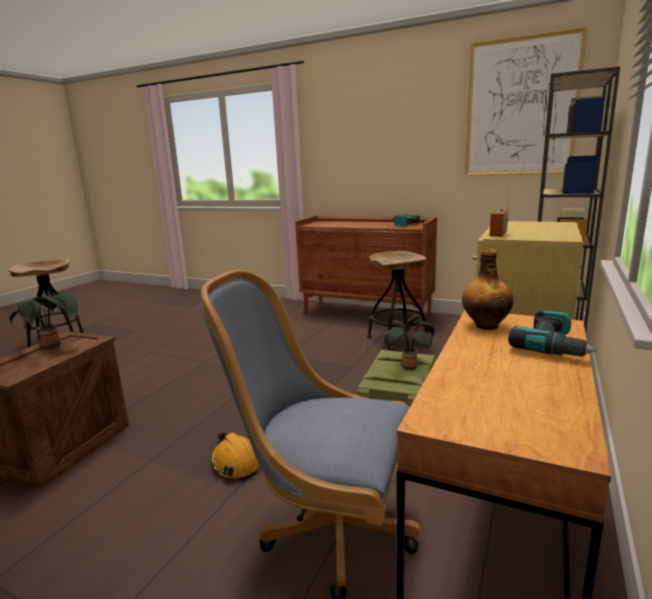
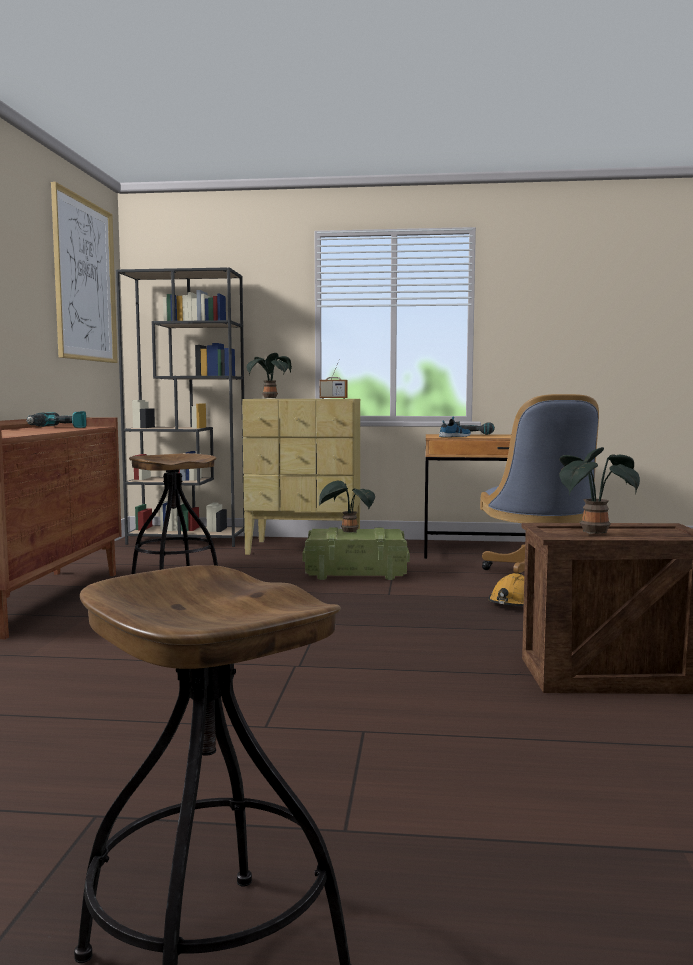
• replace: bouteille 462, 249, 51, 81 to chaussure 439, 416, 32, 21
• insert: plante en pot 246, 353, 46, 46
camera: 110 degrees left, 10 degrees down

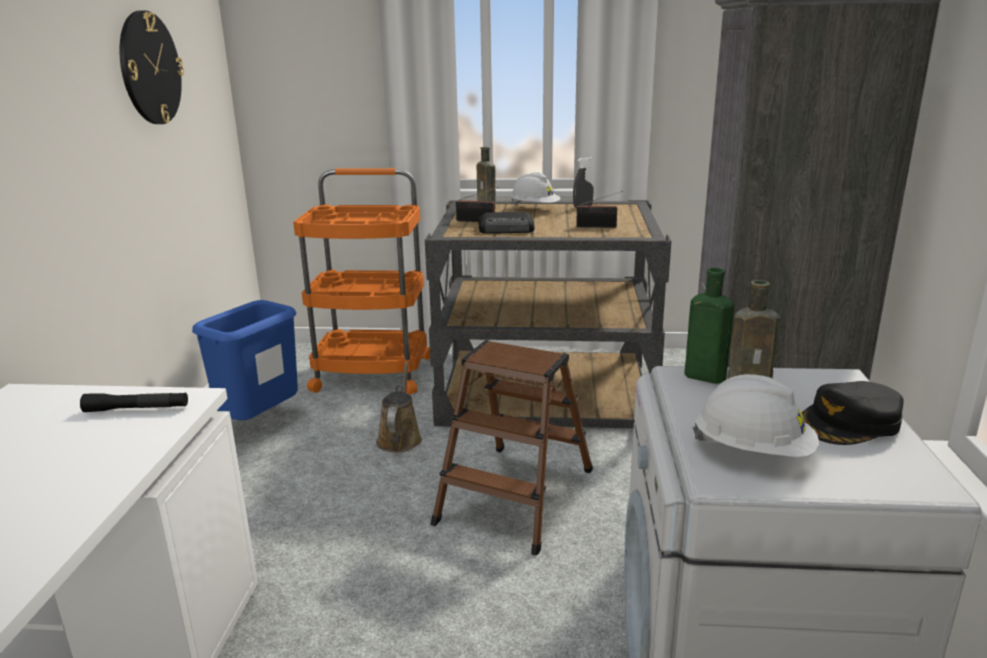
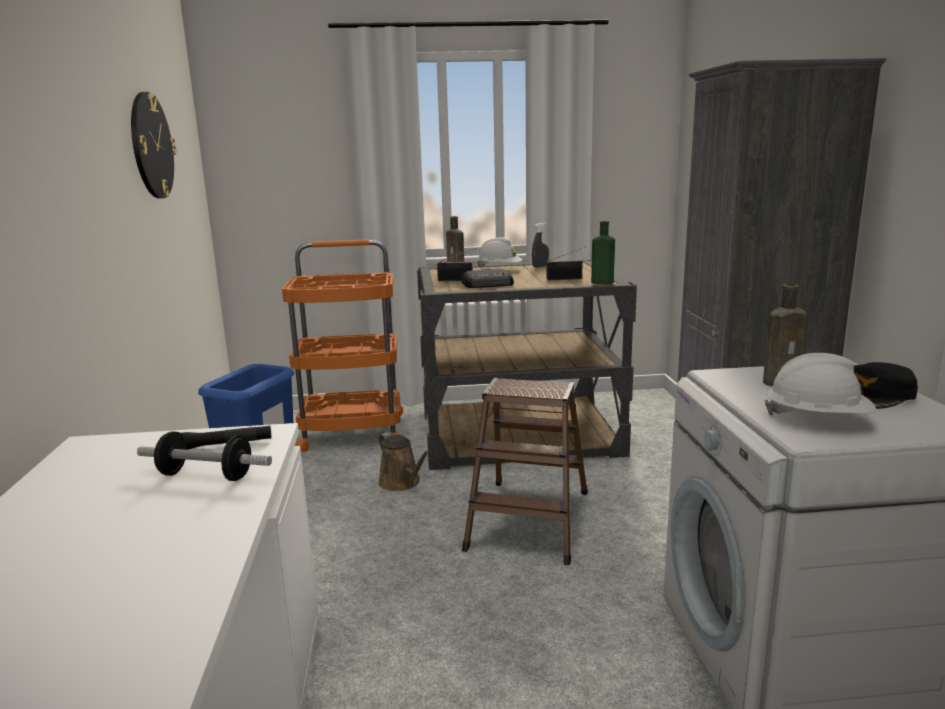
• move: bouteille/vert 684, 268, 50, 116 to 591, 221, 24, 63
• rotate: arrosoir/marron 376, 361, 46, 92 = 378, 432, 53, 59 150 degrees clockwise
• insert: haltère 137, 431, 135, 50
camera: 10 degrees left, 5 degrees down

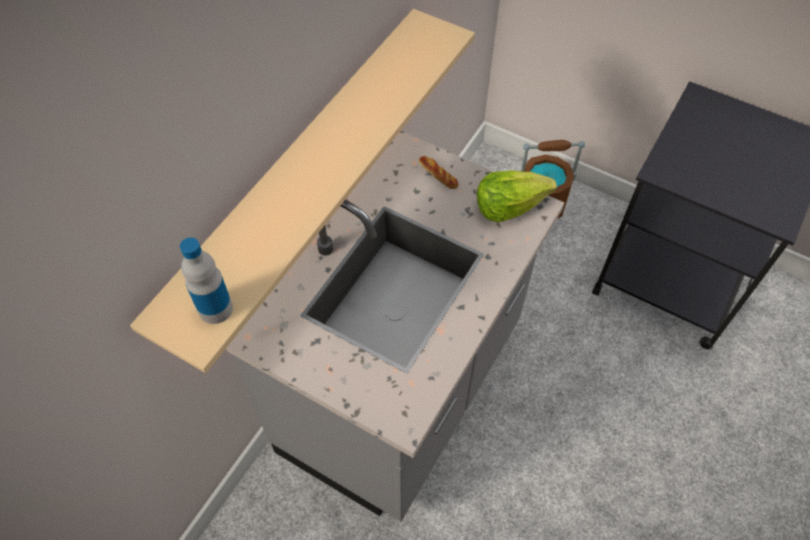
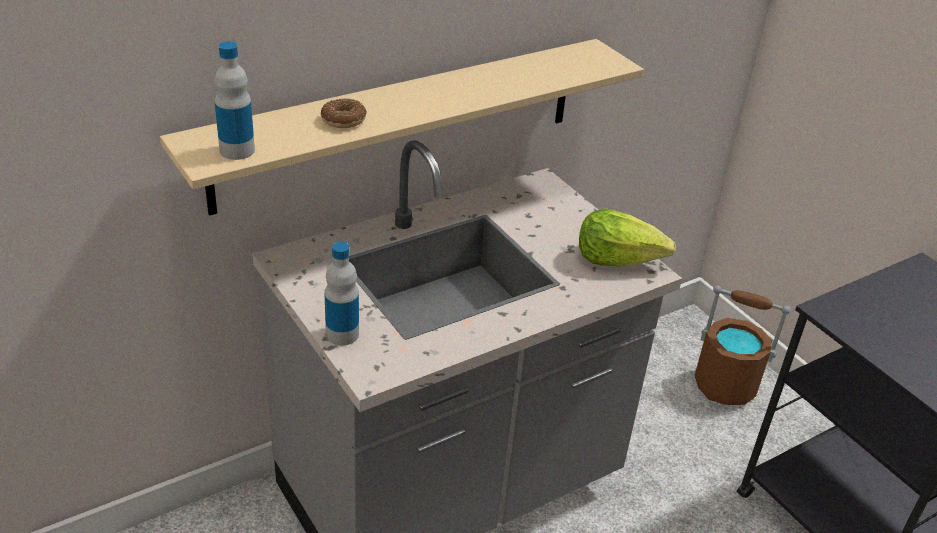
• delete: pain 418, 156, 41, 33
• insert: beignet 321, 98, 46, 30
• insert: bouteille 325, 241, 34, 104
camera: 25 degrees right, 20 degrees down

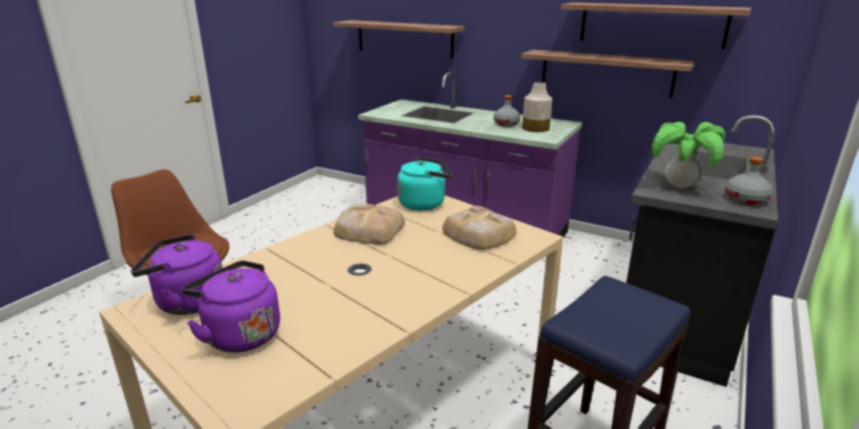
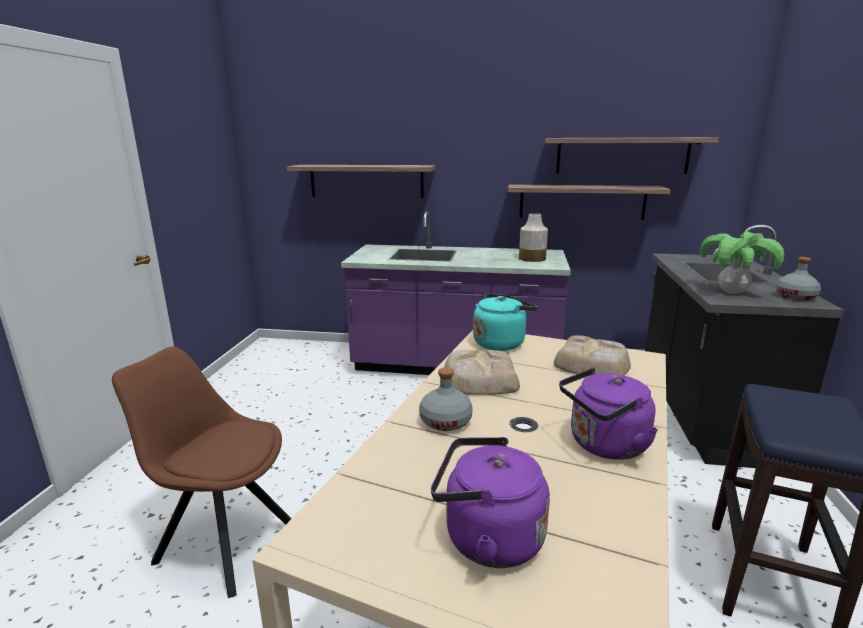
• move: bouteille/gris 493, 95, 27, 32 to 419, 367, 54, 64
• move: bouilloire/violet 131, 234, 92, 81 to 559, 368, 99, 92
camera: 20 degrees left, 5 degrees down

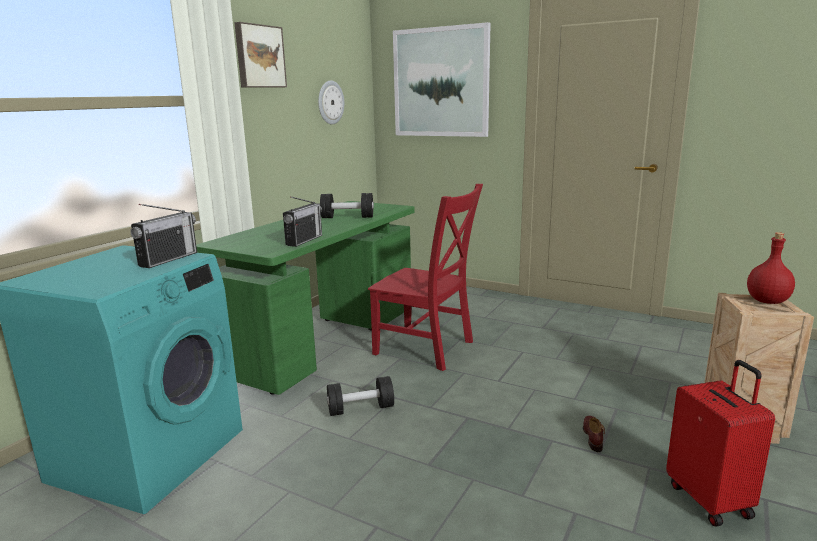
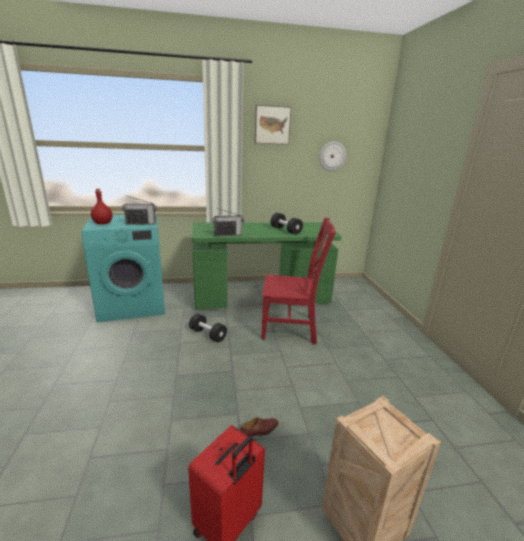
• delete: tableau 393, 22, 98, 115
• rotate: chaise/rouge 368, 184, 115, 187 = 261, 218, 75, 126 75 degrees counterclockwise
• move: bouteille/rouge 747, 232, 48, 72 to 91, 188, 22, 36
camera: 50 degrees right, 5 degrees up

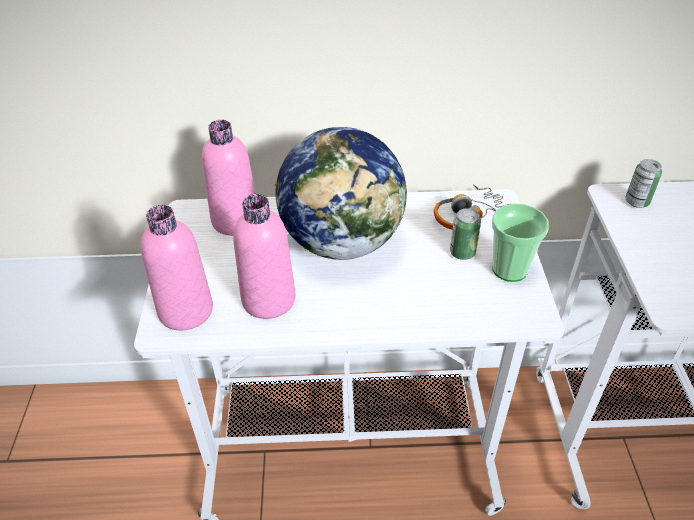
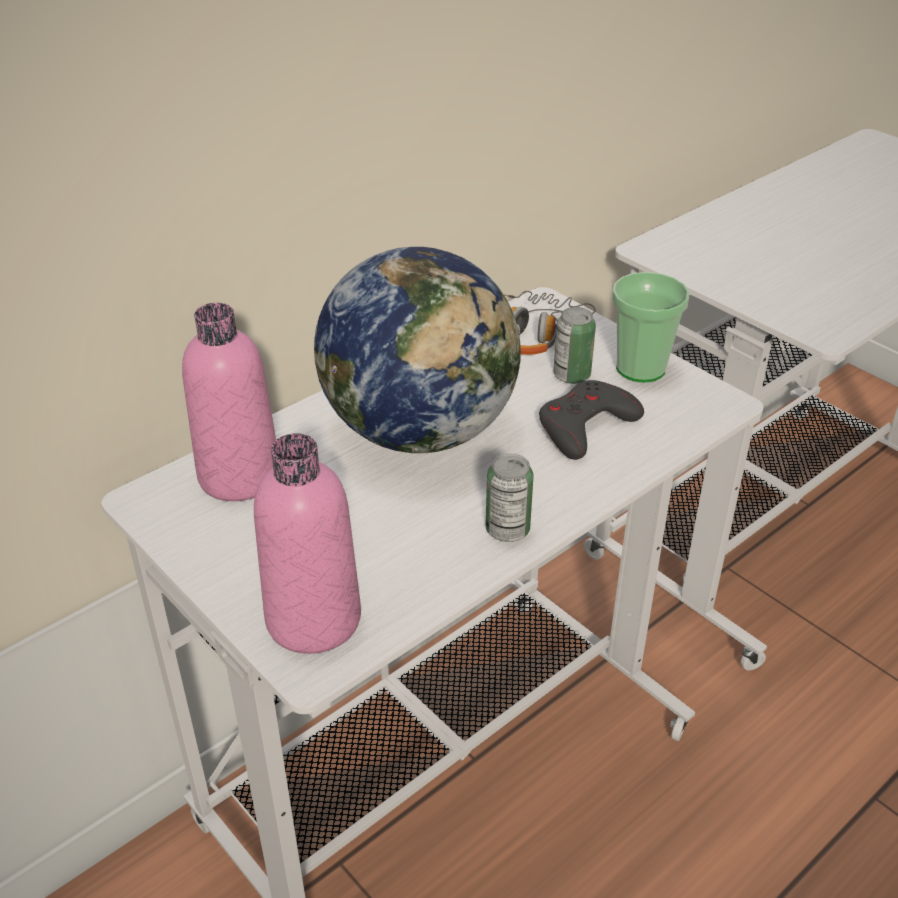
• move: boîte métallique 626, 159, 36, 49 to 486, 453, 47, 89
• delete: bouteille/rose 233, 194, 63, 125
• insert: manette/gris 539, 380, 105, 80
camera: 40 degrees left, 5 degrees down

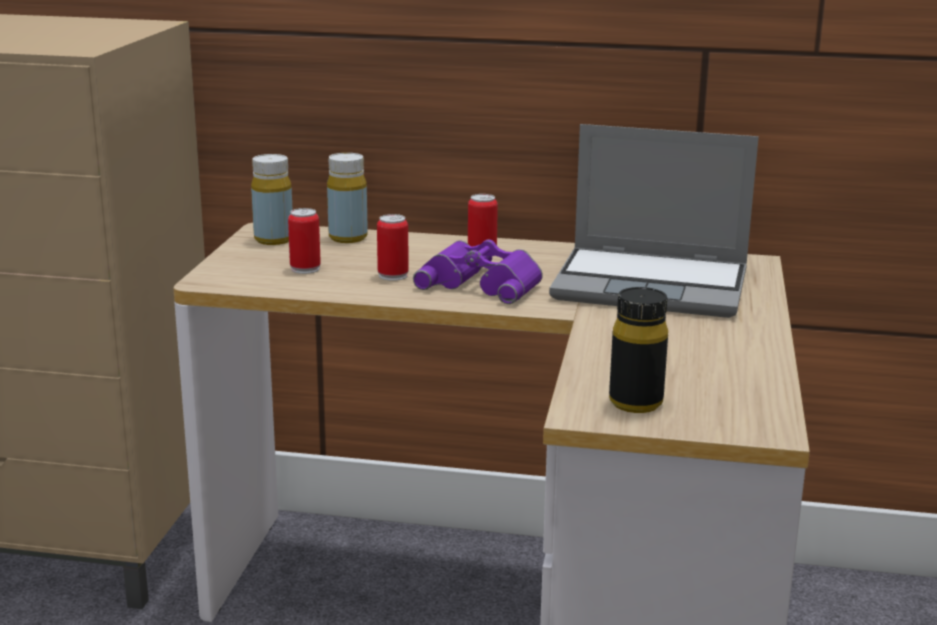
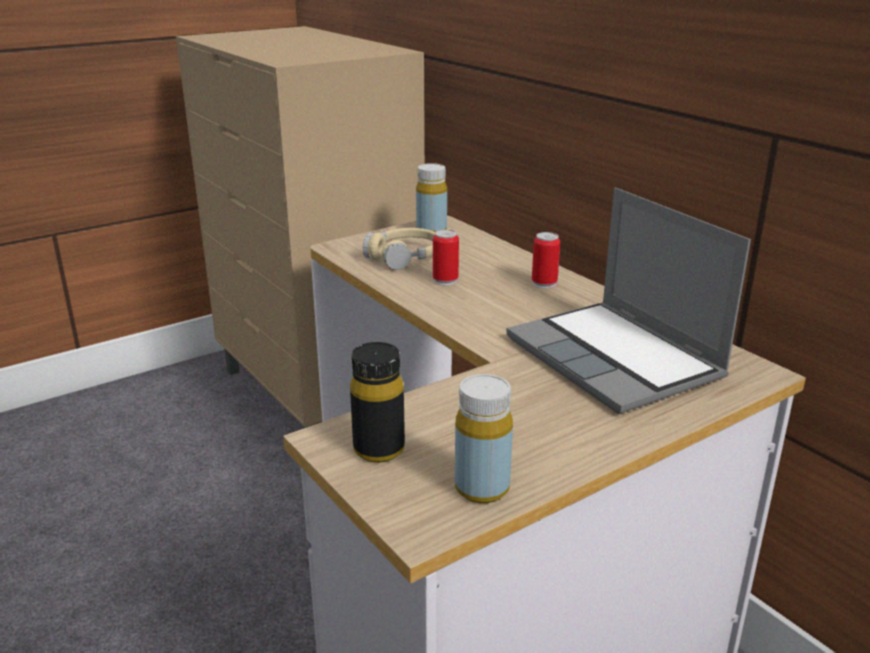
• move: bouteille/jaune 327, 153, 41, 90 to 455, 374, 58, 129
• replace: boîte métallique 288, 208, 33, 66 to casque audio/beige 363, 228, 72, 42
• delete: jumelles/violet 413, 239, 130, 65
camera: 45 degrees right, 5 degrees up

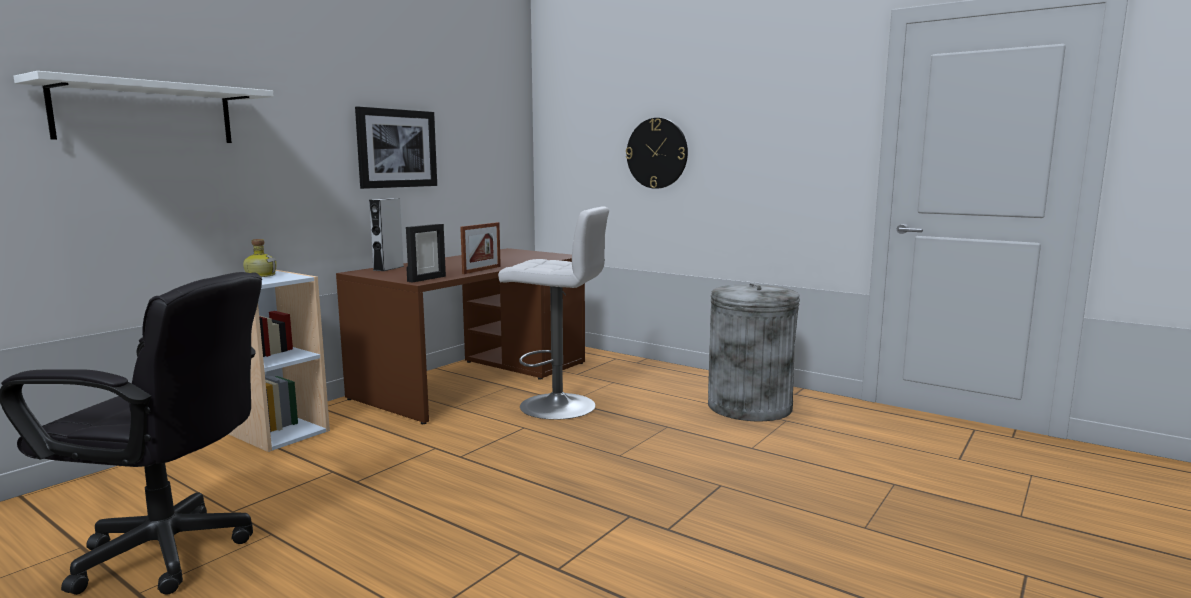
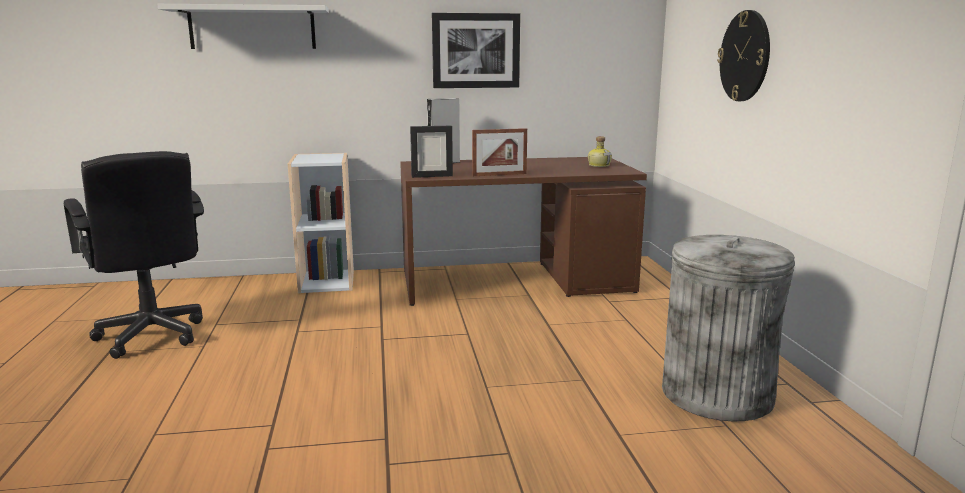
• delete: tabouret/blanc 498, 206, 111, 214
• move: bouteille 243, 239, 34, 38 to 588, 136, 24, 31
camera: 45 degrees right, 5 degrees up

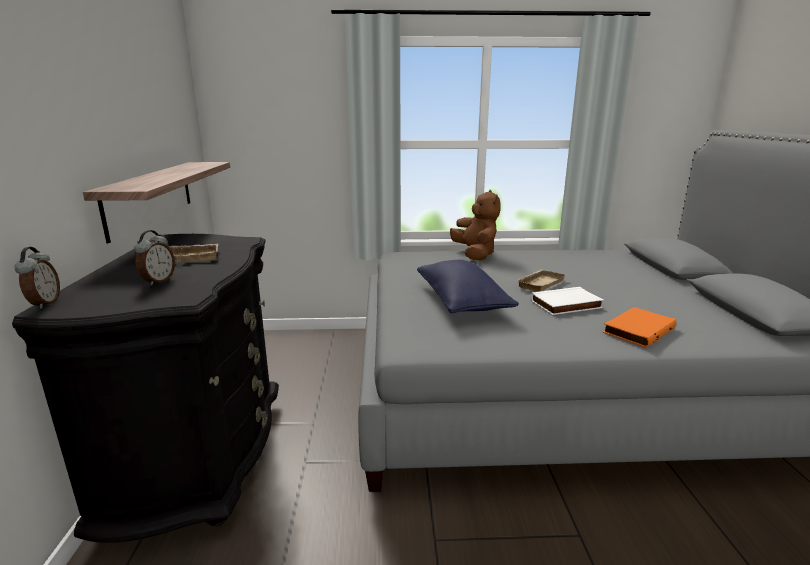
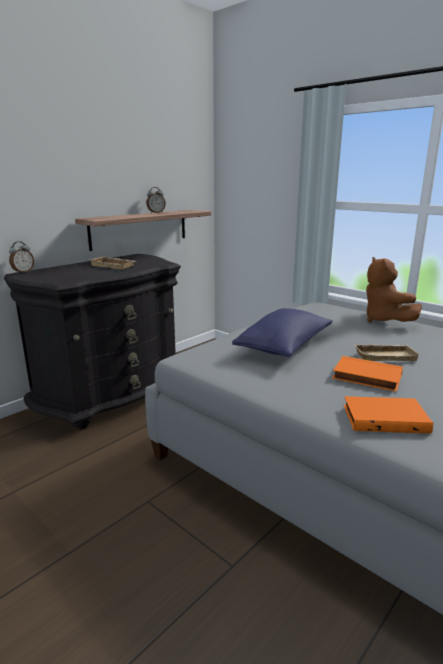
• rotate: peluche/marron 450, 190, 51, 70 = 366, 257, 56, 65 135 degrees clockwise
• move: réveil 134, 230, 41, 56 to 146, 187, 20, 26
• recolor: livre/blanc 531, 287, 73, 28 to livre/orange 332, 356, 71, 36
camera: 45 degrees right, 0 degrees up

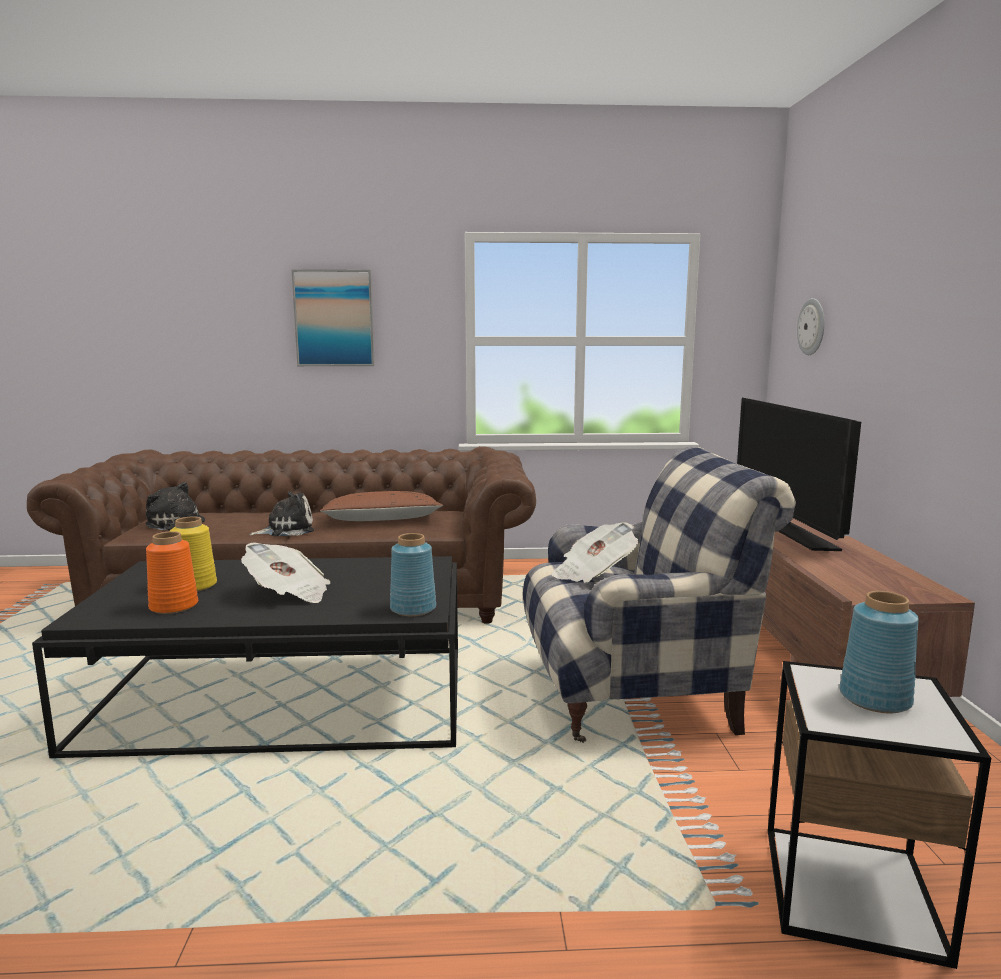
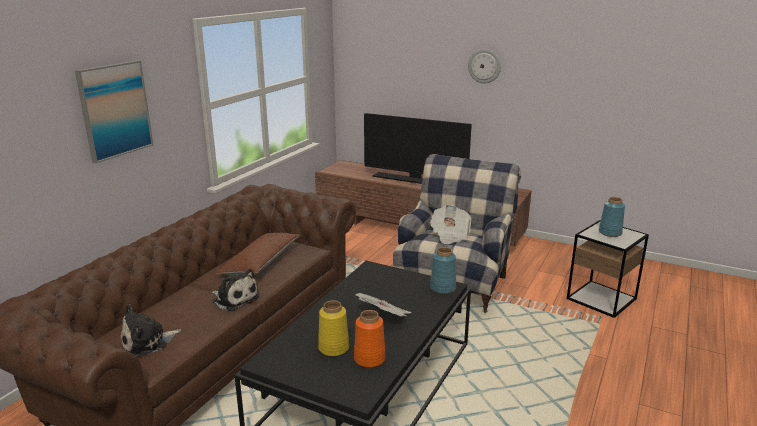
• move: horloge murale 797, 298, 28, 57 to 468, 49, 33, 35
• rotate: peluche 249, 491, 65, 45 = 212, 269, 47, 42 120 degrees clockwise
camera: 60 degrees left, 10 degrees up

